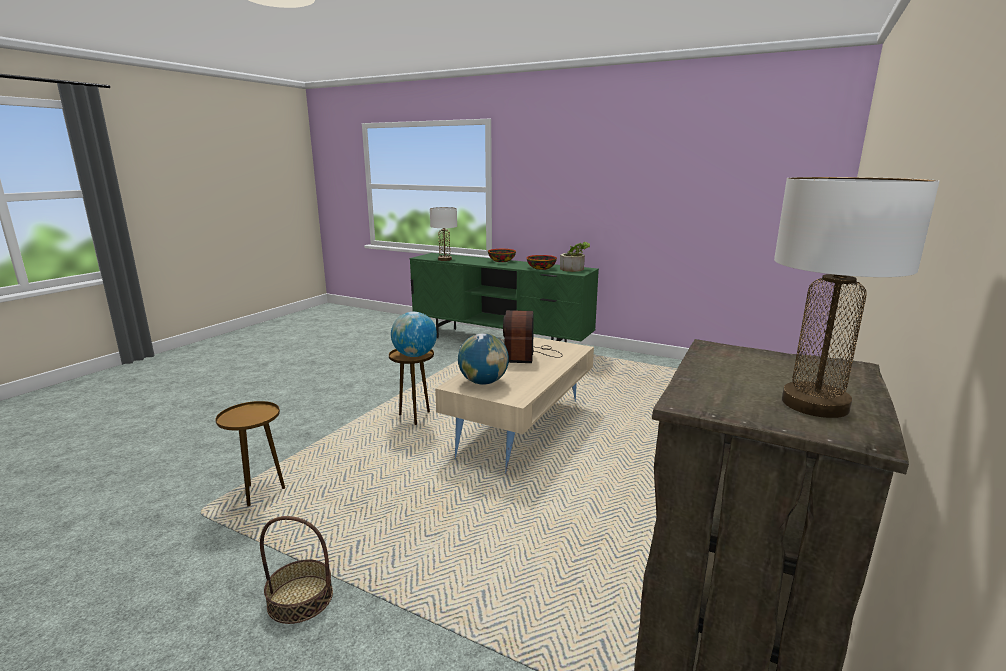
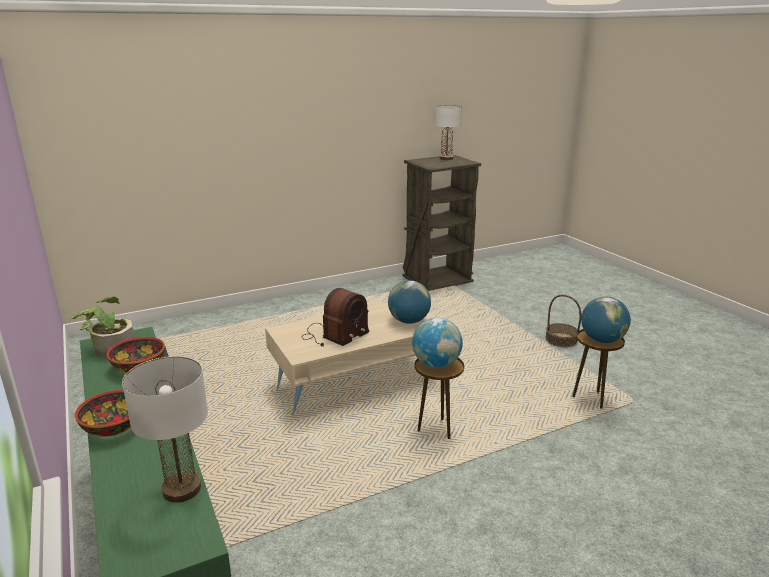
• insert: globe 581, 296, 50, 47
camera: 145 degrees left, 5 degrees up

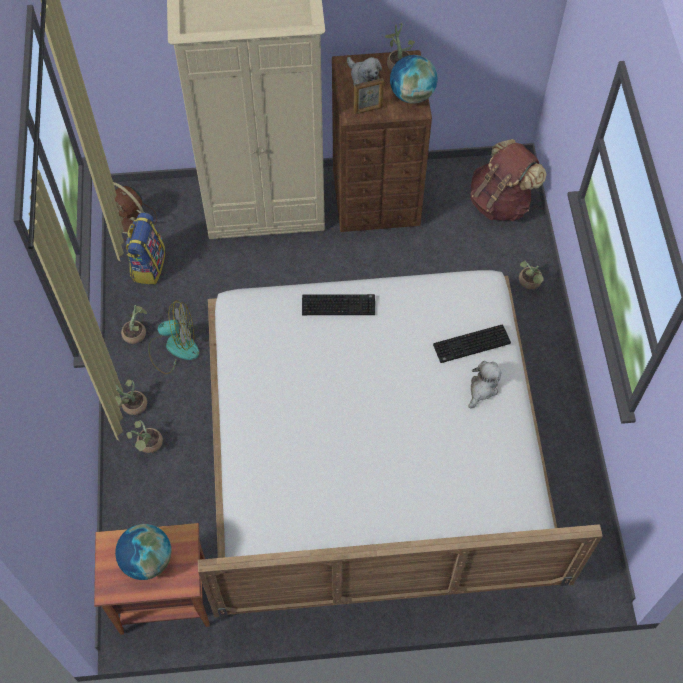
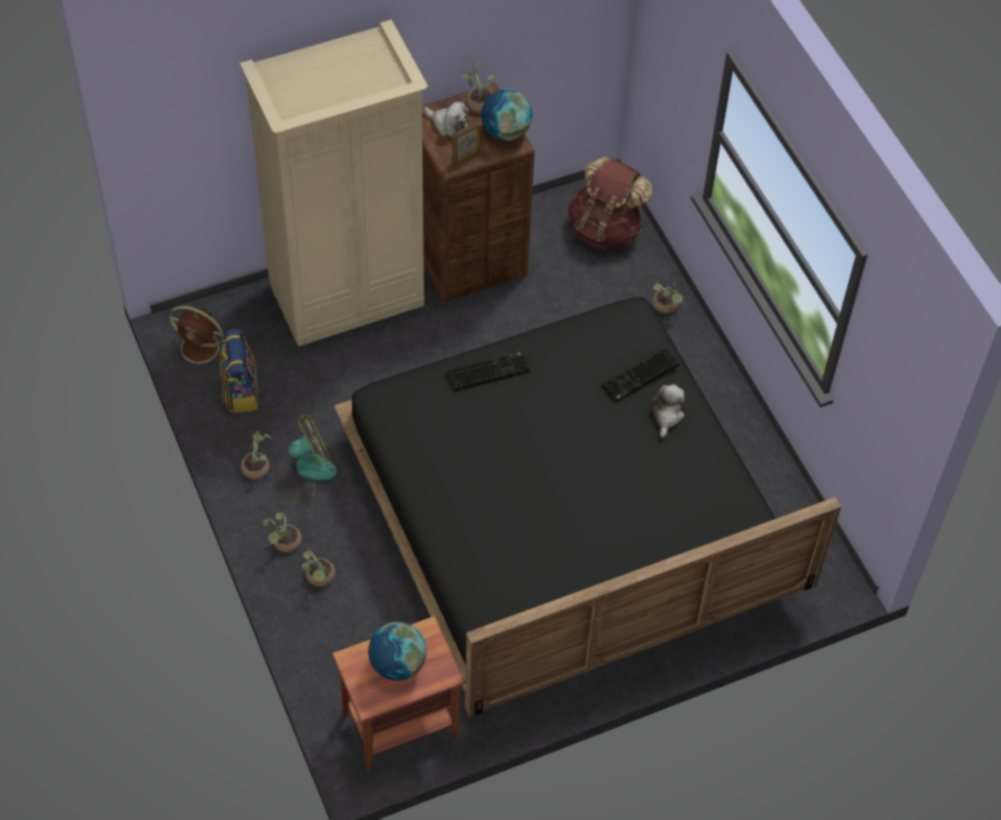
• recolor: lit/blanc 198, 270, 404, 347 to lit/noir 334, 297, 507, 420
camera: 20 degrees left, 5 degrees down

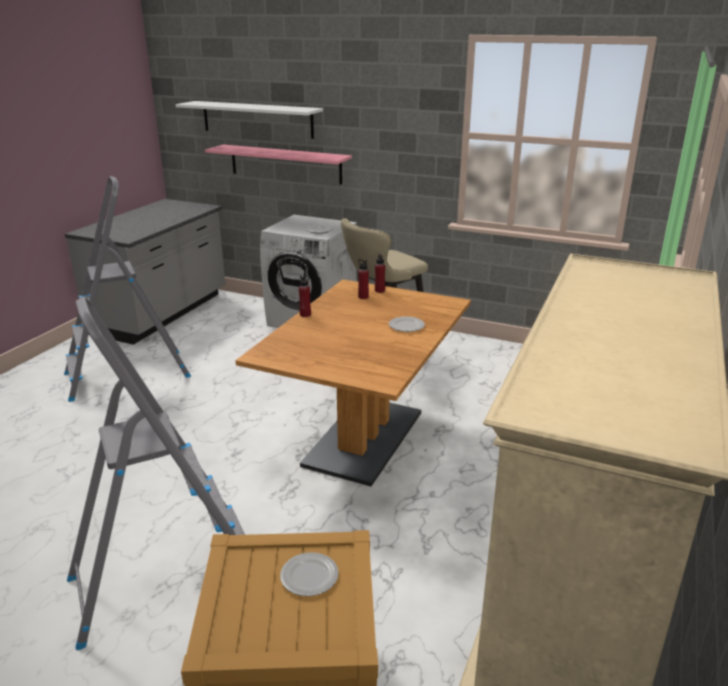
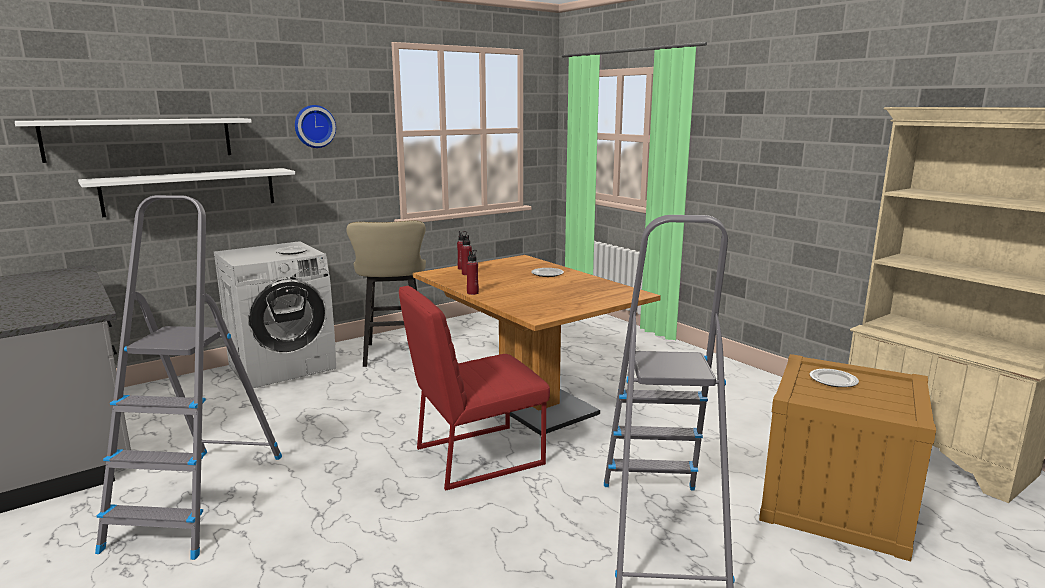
• recolor: étagère/rose 205, 145, 147, 40 to étagère/blanc 78, 168, 217, 49
• insert: horloge murale 295, 105, 41, 43
• insert: chaise/rouge 399, 286, 151, 204
camera: 60 degrees left, 10 degrees down

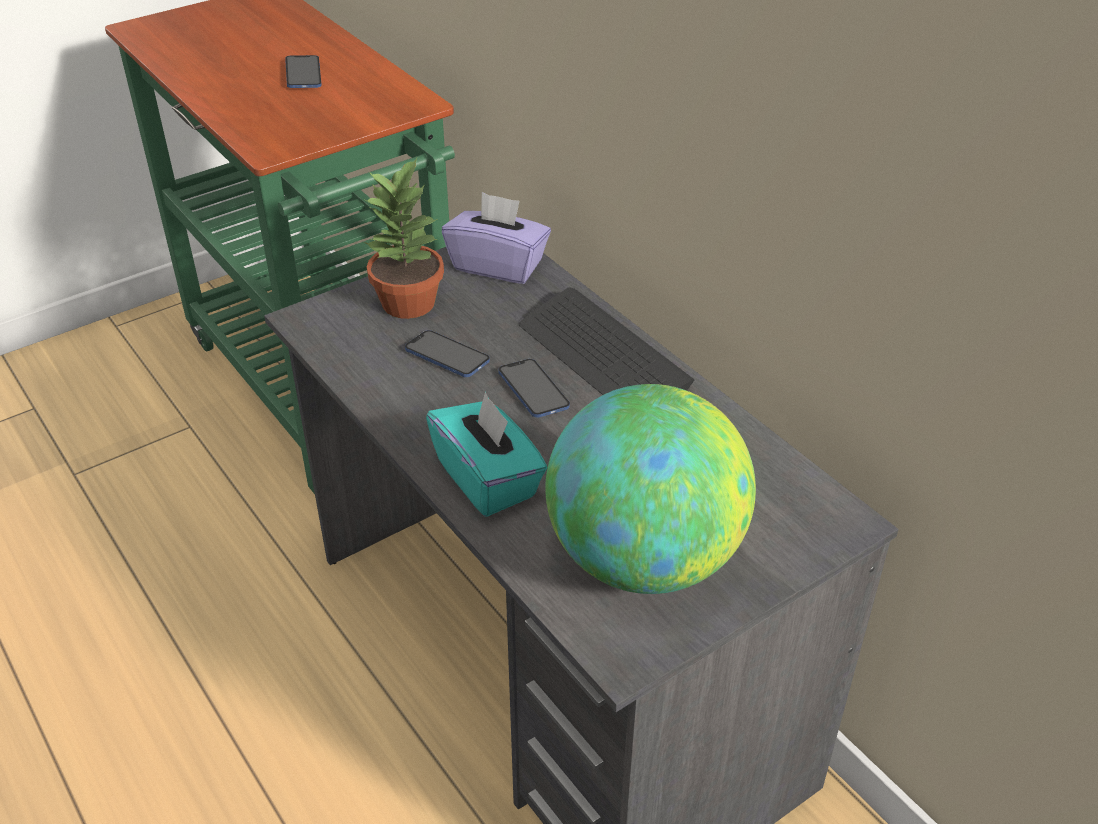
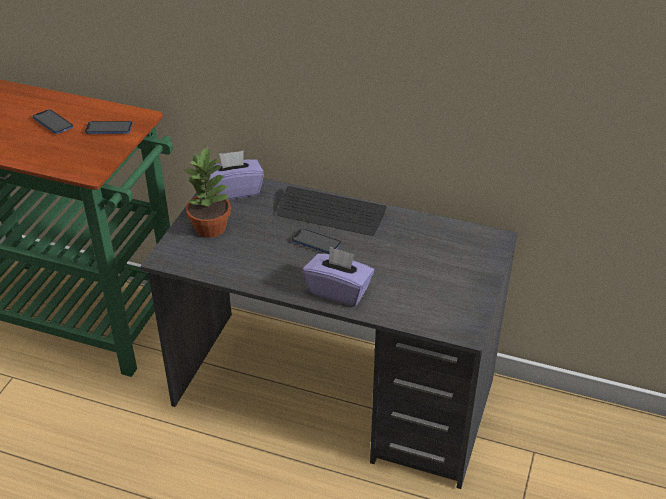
• move: téléphone 405, 330, 85, 47 to 85, 121, 47, 13
• delete: globe 545, 384, 211, 210
• recolor: boîte à mouchoirs/turquoise 426, 391, 121, 126 to boîte à mouchoirs/violet 303, 247, 71, 60
camera: 35 degrees left, 0 degrees up

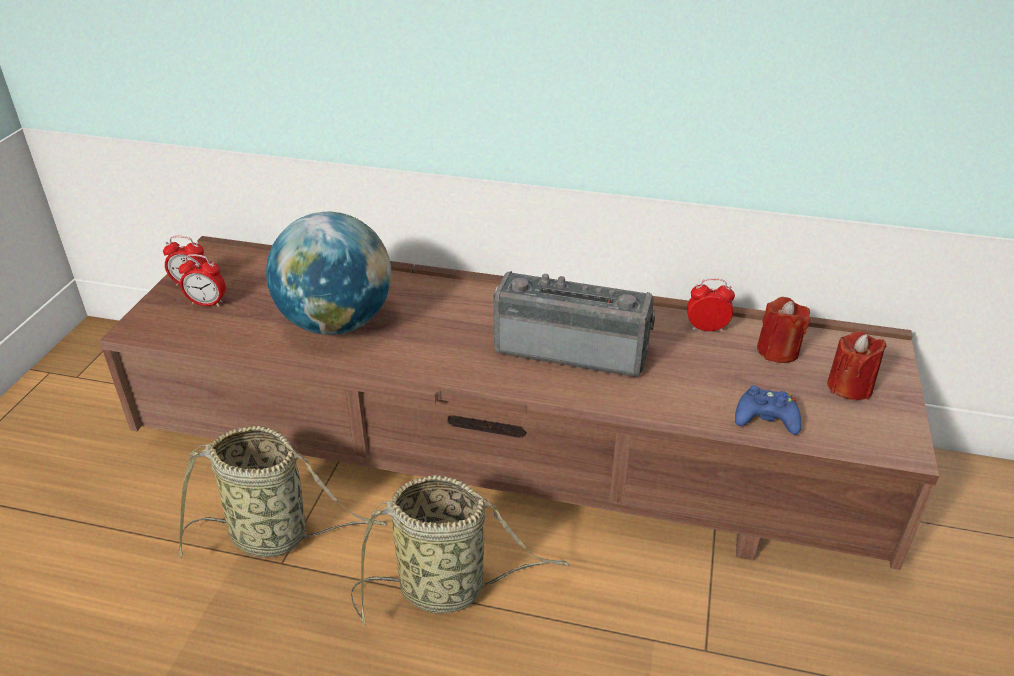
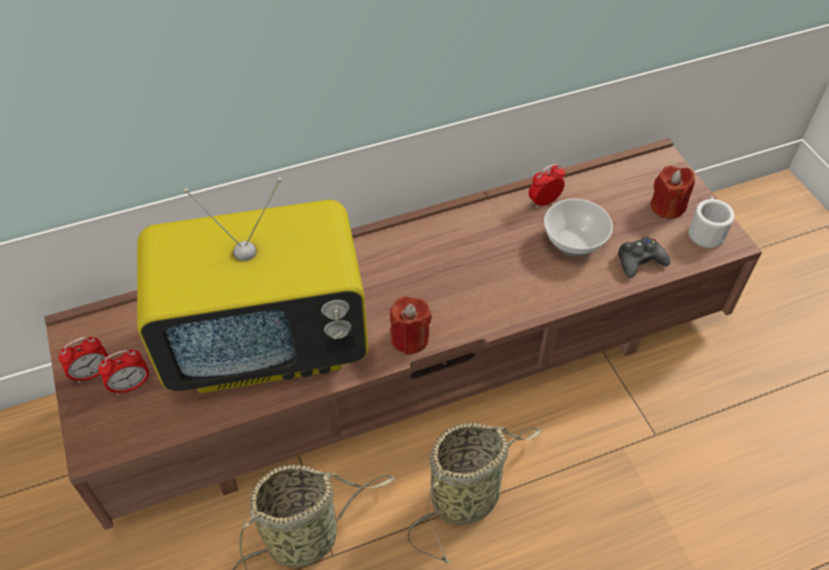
• replace: globe 266, 211, 126, 124 to téléviseur 137, 177, 231, 216
• delete: radio 494, 271, 161, 106
• move: bougie/rouge 757, 297, 53, 66 to 390, 297, 42, 58
• recolor: manette/bleu 735, 385, 66, 50 to manette/noir 618, 236, 53, 42
• insert: mug/blanc 688, 197, 47, 51
• insert: bol 544, 199, 69, 57
camera: 35 degrees left, 15 degrees up

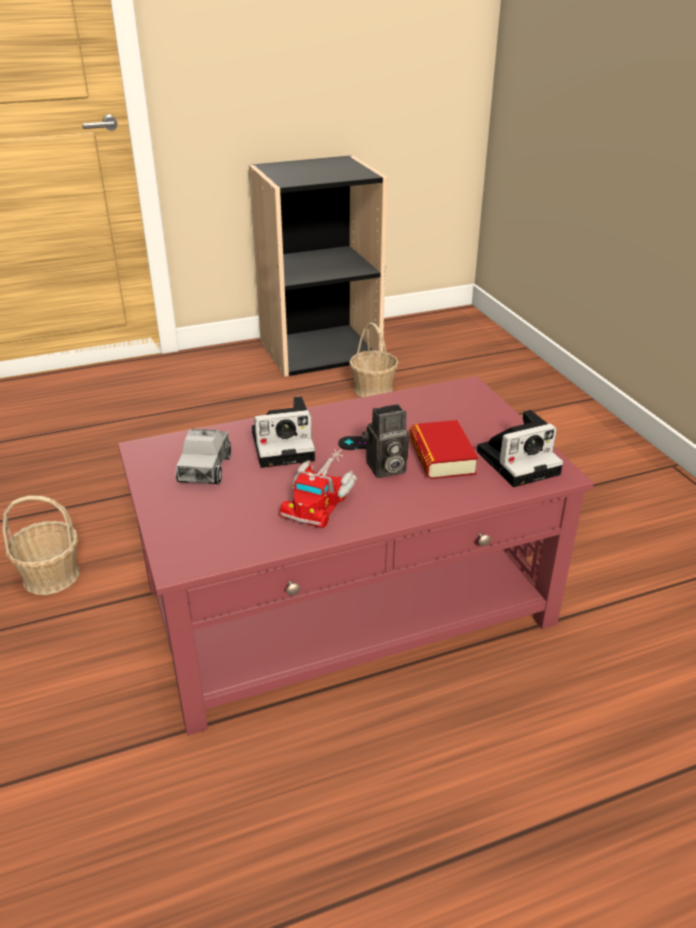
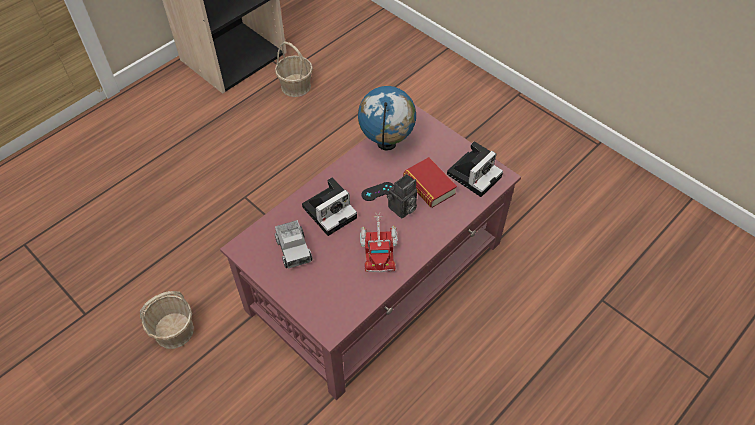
• insert: globe 358, 86, 58, 65
camera: 25 degrees left, 20 degrees up

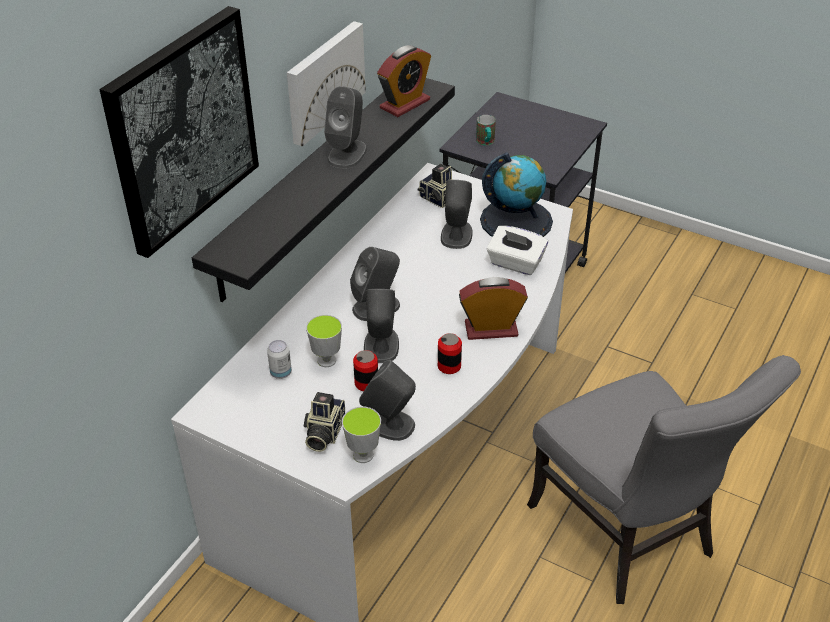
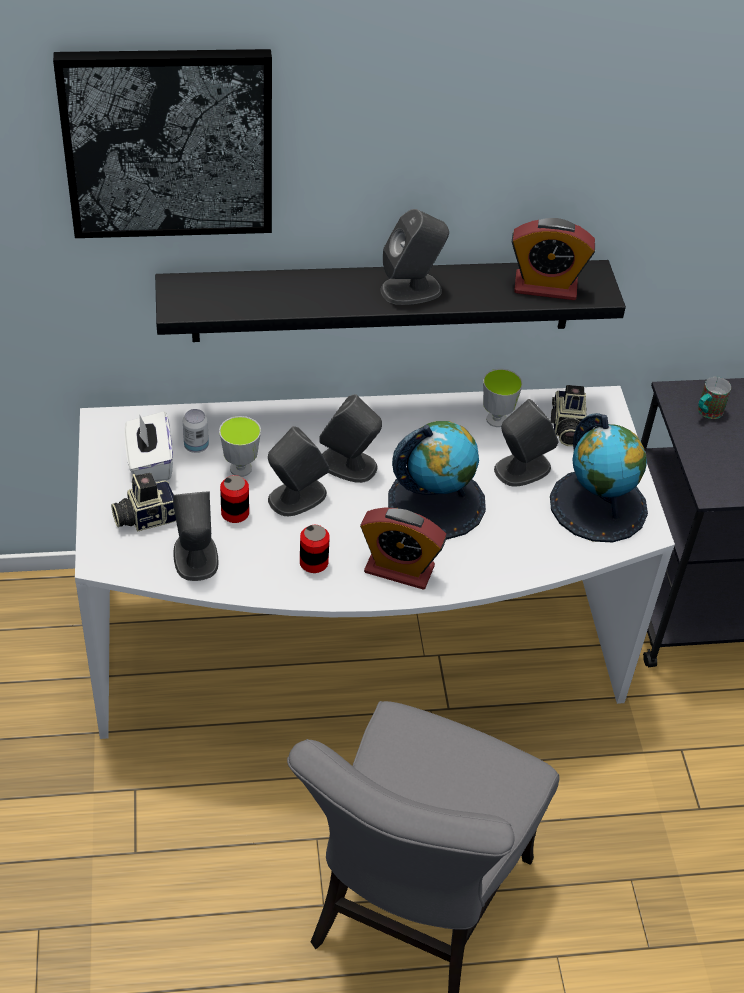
• delete: tableau 287, 21, 79, 126
• move: boîte à mouchoirs/blanc 487, 226, 61, 49 to 124, 411, 49, 70
• rotate: réveil 459, 277, 69, 63 = 360, 507, 86, 83 150 degrees clockwise
• move: tasse 342, 406, 39, 57 to 483, 369, 40, 58
• insert: globe 388, 421, 98, 118
camera: 50 degrees right, 5 degrees up

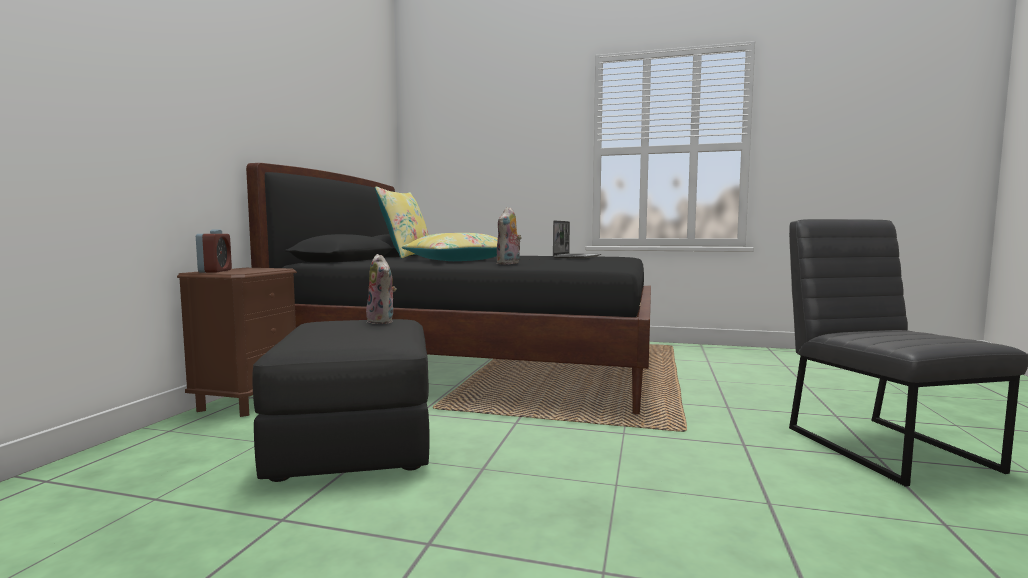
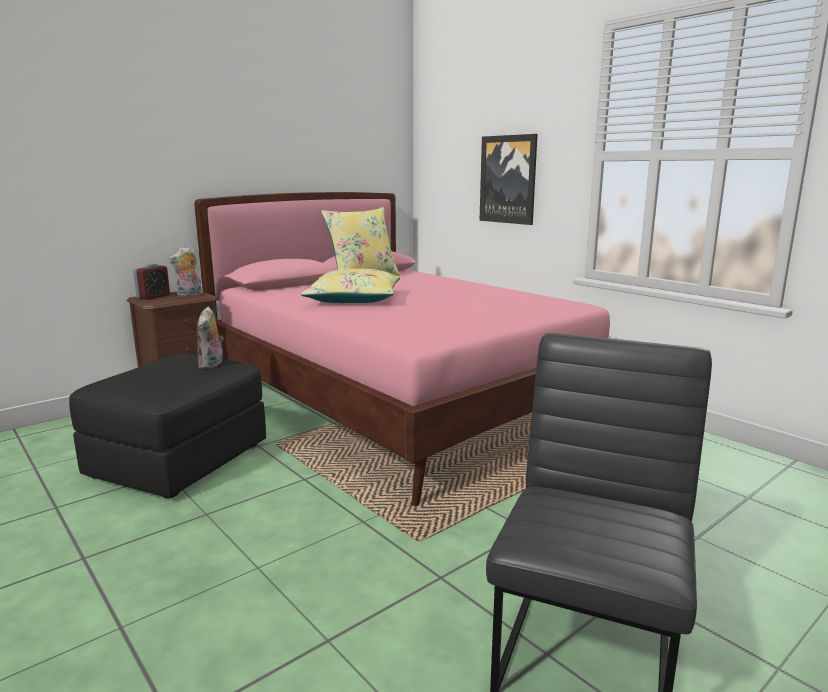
• recolor: lit/noir 246, 163, 405, 251 to lit/rose 194, 192, 416, 314
• move: peluche 497, 207, 25, 57 to 168, 247, 35, 50
• delete: ordinateur portable 553, 220, 48, 39
• insert: tableau 479, 134, 59, 91
camera: 35 degrees right, 10 degrees up

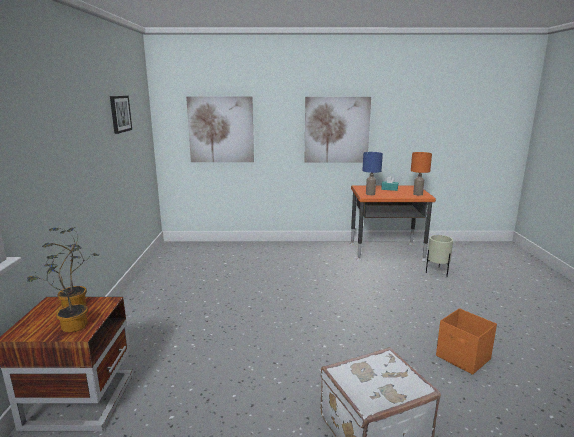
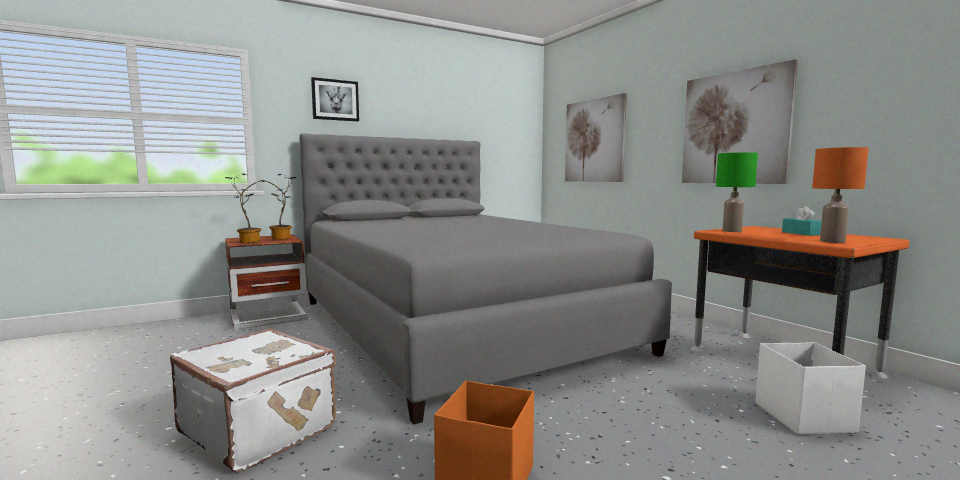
• move: tableau 110, 96, 22, 38 to 311, 77, 48, 44
• recolor: lampe de table/bleu 362, 152, 21, 43 to lampe de table/vert 716, 152, 42, 80
• replace: cache-pot/beige 426, 235, 27, 42 to boîte de rangement/blanc 755, 342, 111, 93
• insert: lit/gris 299, 133, 373, 291
camera: 60 degrees right, 10 degrees down

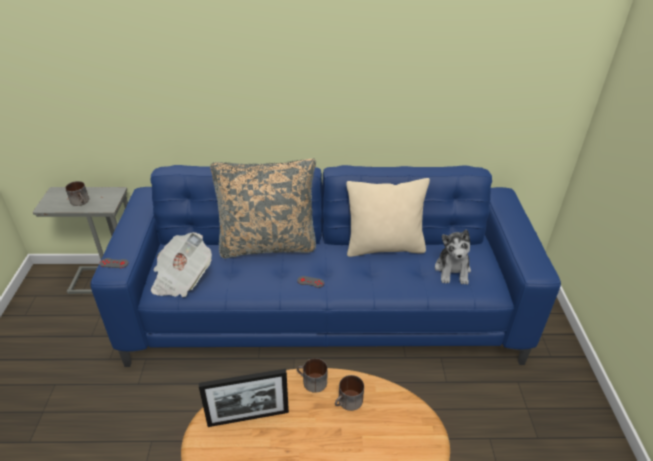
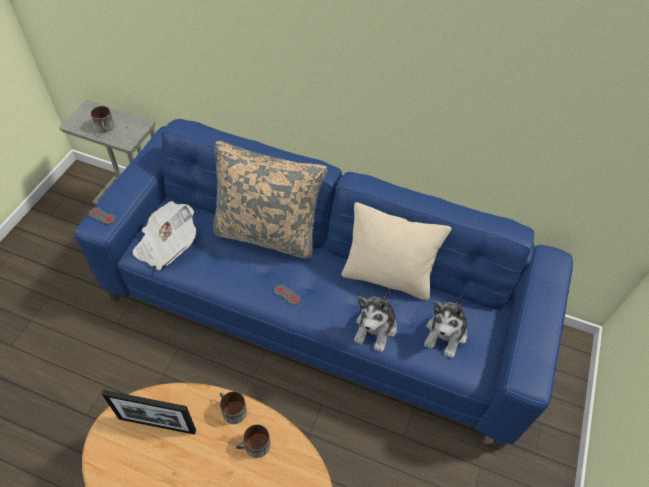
• insert: peluche 354, 288, 43, 64
camera: 20 degrees right, 15 degrees up

